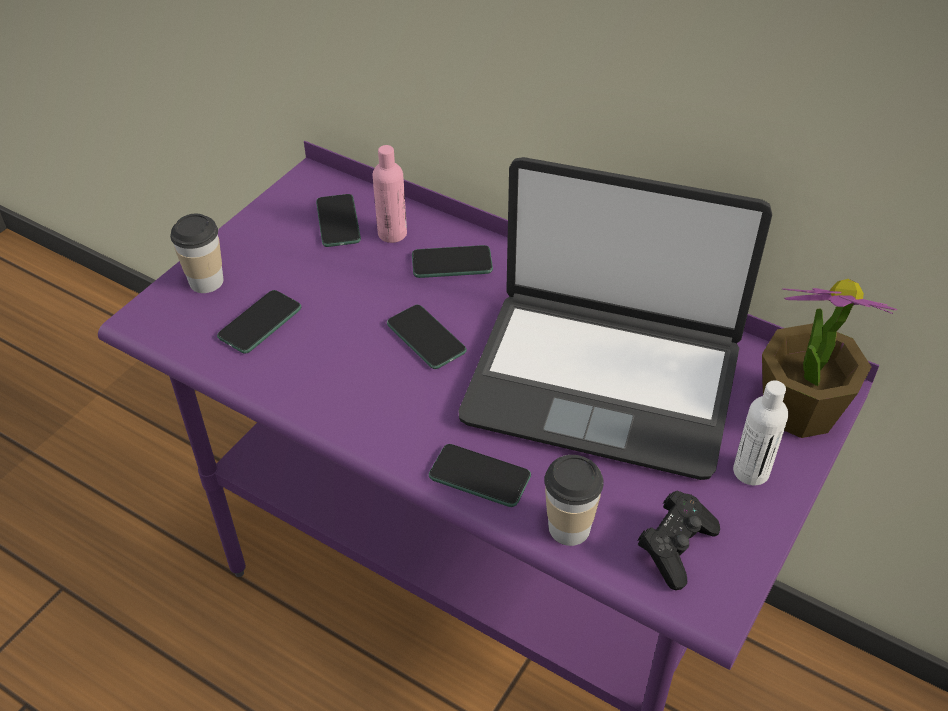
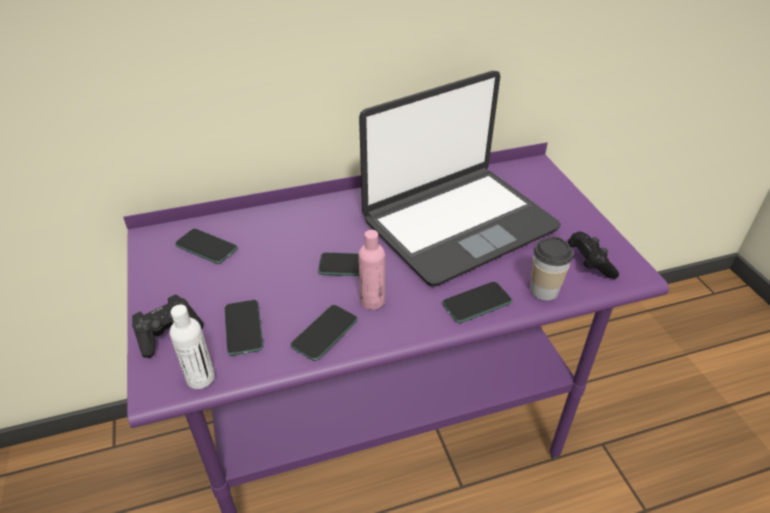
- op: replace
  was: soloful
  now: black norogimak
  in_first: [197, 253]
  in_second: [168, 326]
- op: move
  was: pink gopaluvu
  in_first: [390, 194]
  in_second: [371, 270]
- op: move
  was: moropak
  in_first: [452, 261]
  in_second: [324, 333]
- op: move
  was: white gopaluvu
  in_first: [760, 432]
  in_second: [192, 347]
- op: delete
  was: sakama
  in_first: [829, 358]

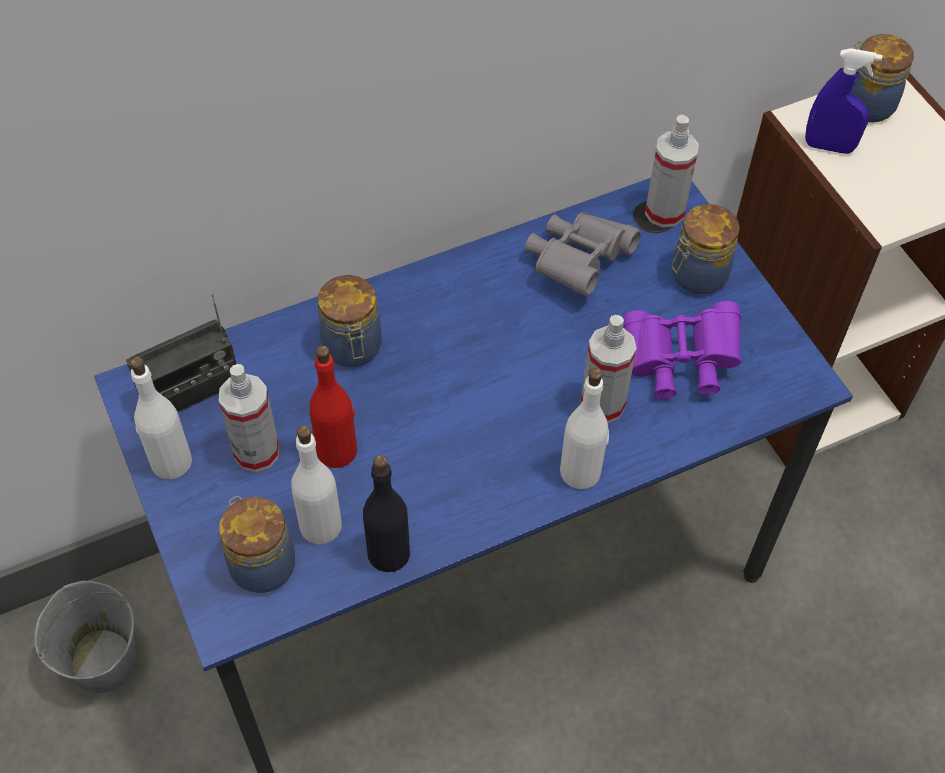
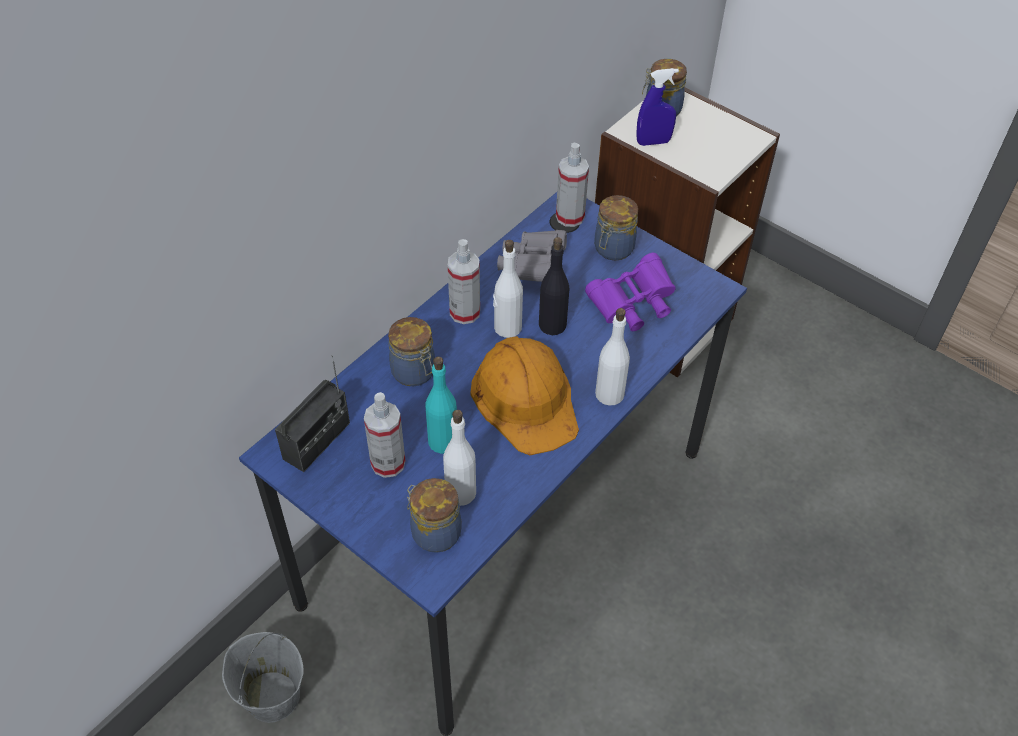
- op: move
  was: white gopaluvu
  in_first: [161, 418]
  in_second: [508, 289]
- op: recolor
  was: red gopaluvu
  now: turquoise gopaluvu
  in_first: [333, 406]
  in_second: [441, 405]
- op: move
  was: black gopaluvu
  in_first: [386, 513]
  in_second: [554, 286]
- op: move
  was: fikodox
  in_first: [608, 369]
  in_second: [464, 281]
- op: insert
  now: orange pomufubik
  in_second: [525, 395]

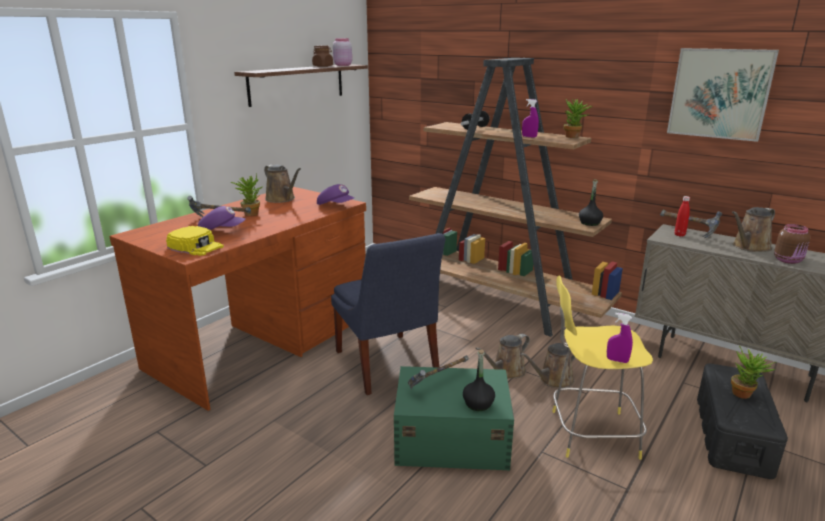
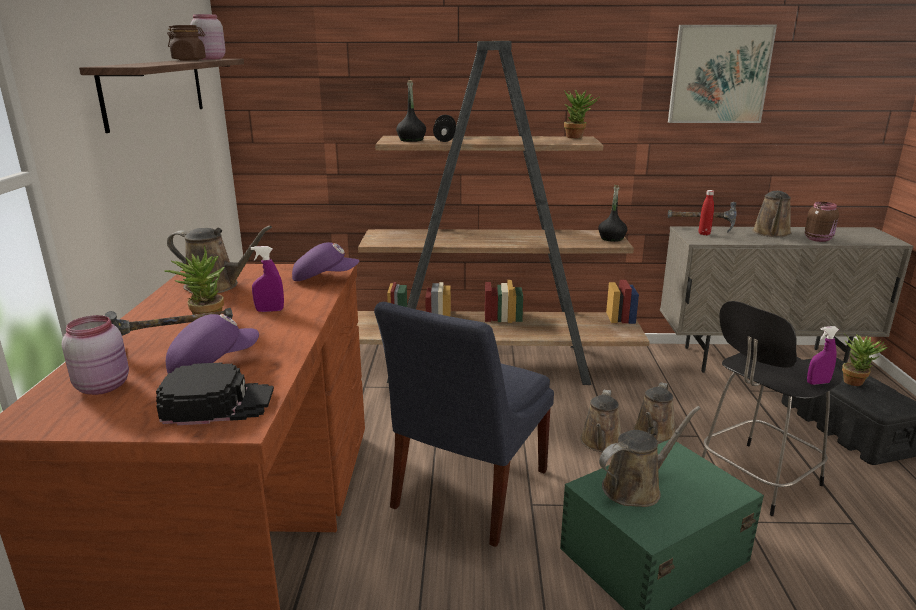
- op: recolor
  was: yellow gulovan
  now: black gulovan
  in_first: [195, 241]
  in_second: [215, 393]
- op: rotate
  was: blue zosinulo
  in_first: [388, 314]
  in_second: [464, 424]
  clockwise: 90
- op: replace
  was: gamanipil
  now: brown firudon
  in_first: [438, 372]
  in_second: [650, 456]
- op: move
  was: black gopaluvu
  in_first: [479, 380]
  in_second: [411, 111]
- op: move
  was: purple fikodox
  in_first: [530, 118]
  in_second: [267, 279]
- op: recolor
  was: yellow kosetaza
  now: black kosetaza
  in_first: [602, 368]
  in_second: [772, 408]
- op: insert
  now: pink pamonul
  in_second: [95, 355]

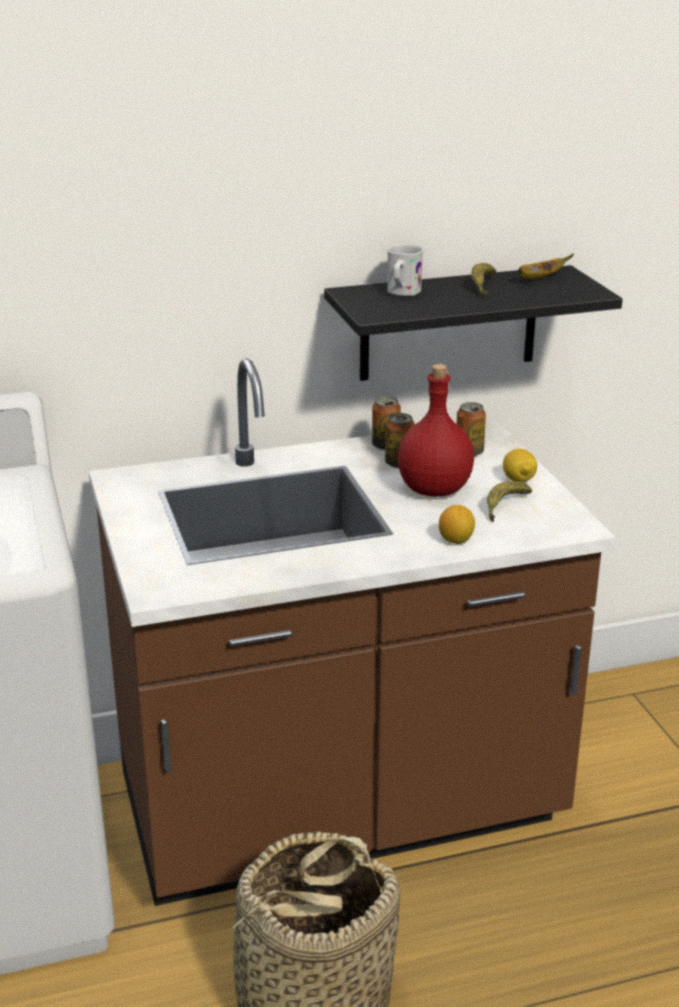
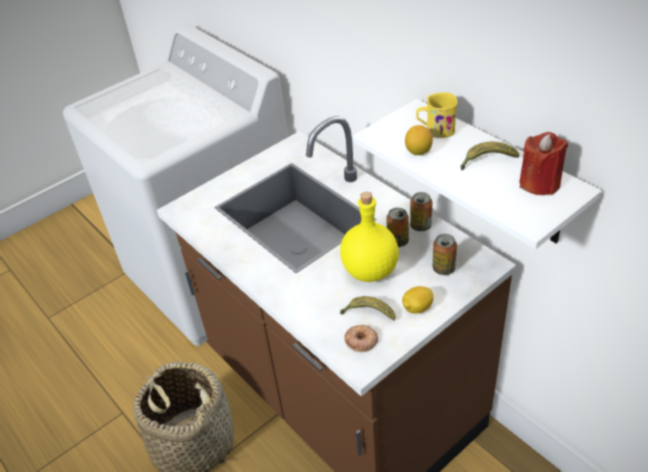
- op: recolor
  was: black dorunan
  now: white dorunan
  in_first: [473, 323]
  in_second: [477, 174]
- op: recolor
  was: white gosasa
  now: yellow gosasa
  in_first: [405, 270]
  in_second: [436, 115]
- op: recolor
  was: red gopaluvu
  now: yellow gopaluvu
  in_first: [435, 430]
  in_second: [369, 237]
- op: move
  was: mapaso
  in_first: [457, 524]
  in_second: [419, 140]
- op: replace
  was: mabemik
  now: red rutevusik
  in_first: [546, 266]
  in_second: [544, 163]
- op: insert
  now: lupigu
  in_second: [361, 338]

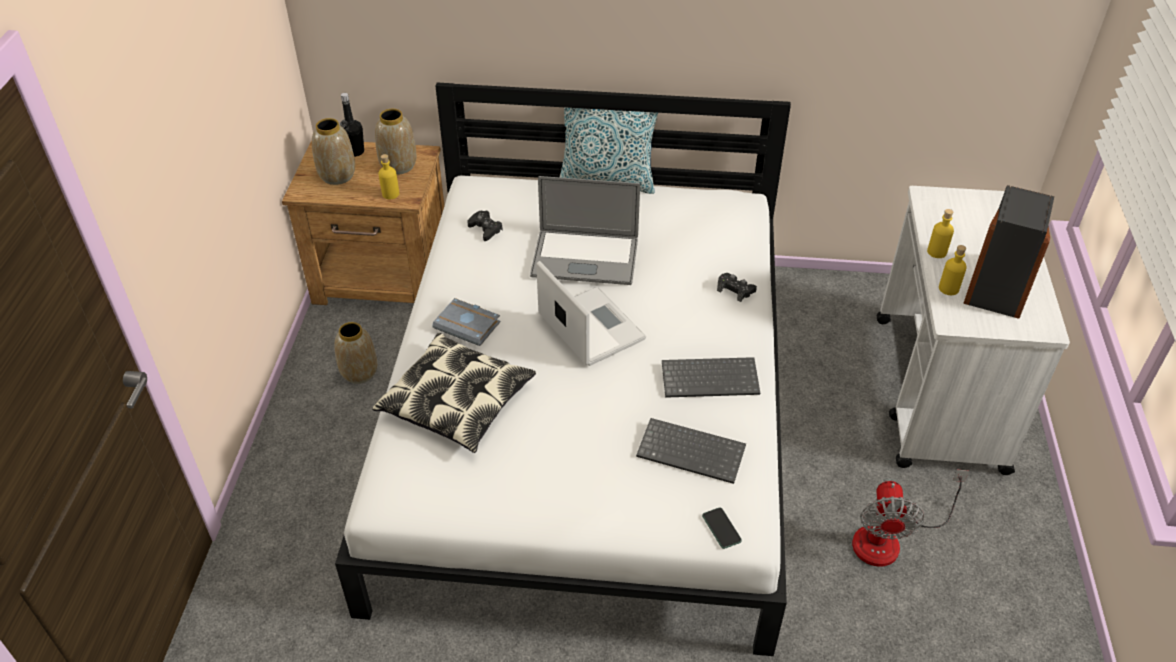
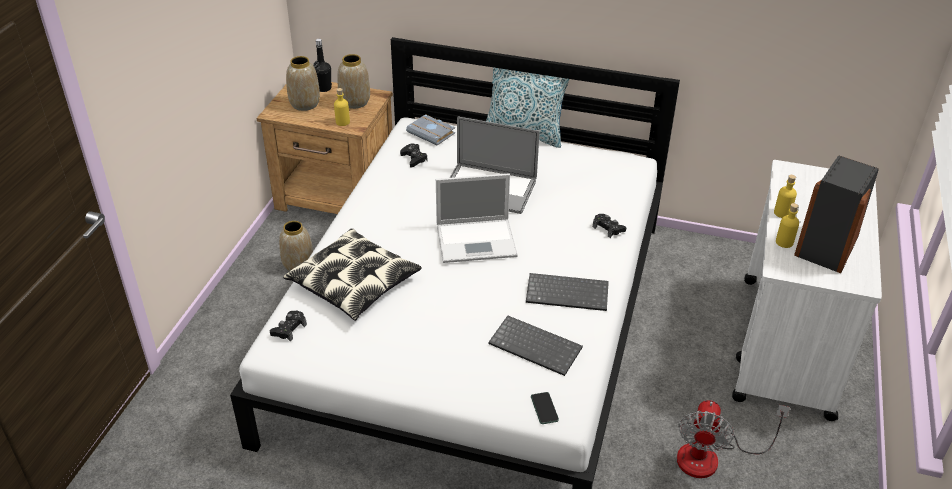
- op: move
  was: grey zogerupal
  in_first: [466, 322]
  in_second: [430, 129]
- op: rotate
  was: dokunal
  in_first: [591, 313]
  in_second: [477, 218]
  clockwise: 105
- op: insert
  now: black norogimak
  in_second: [288, 326]

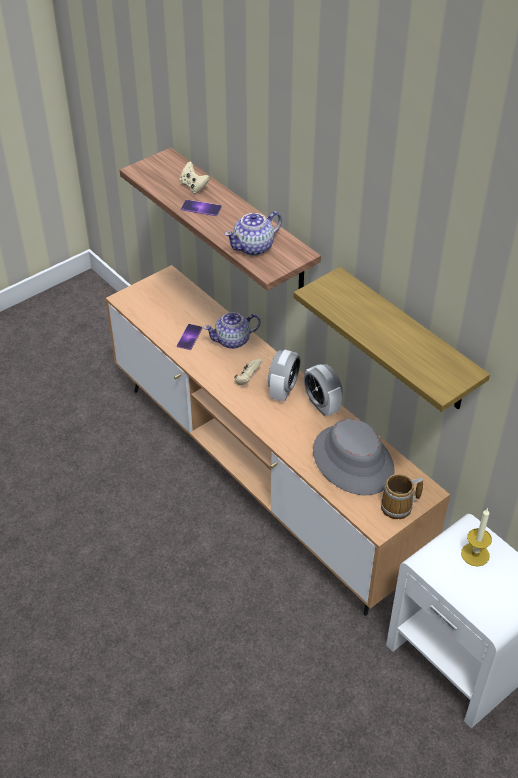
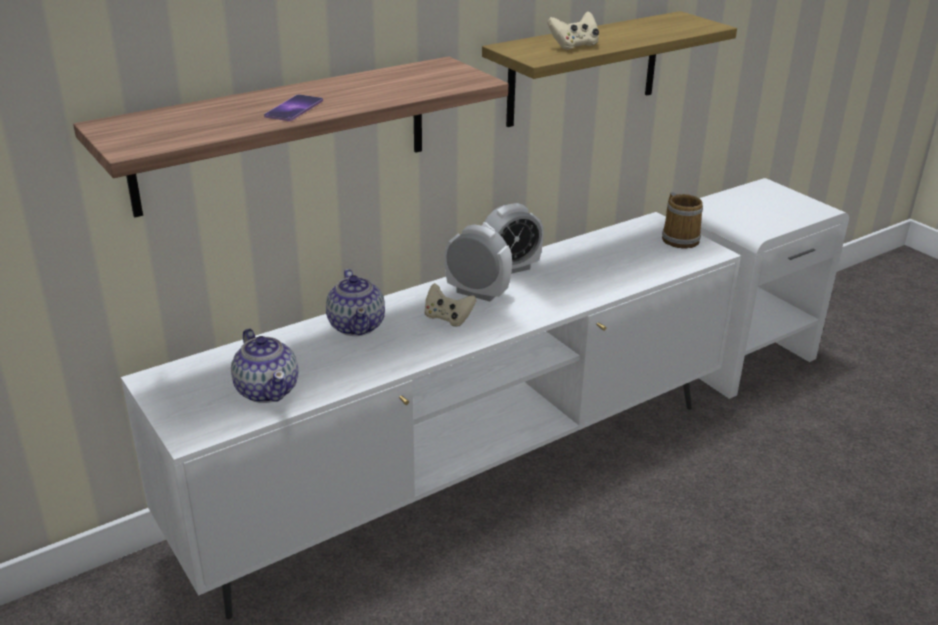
- op: recolor
  was: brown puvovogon
  now: white puvovogon
  in_first: [278, 440]
  in_second: [431, 415]
- op: delete
  was: moropak
  in_first: [190, 337]
- op: move
  was: beige norogimak
  in_first: [194, 177]
  in_second: [573, 30]
- op: move
  was: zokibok
  in_first: [253, 233]
  in_second: [264, 366]
- op: delete
  was: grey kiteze
  in_first: [354, 457]
- op: delete
  was: rutevusik
  in_first: [476, 537]

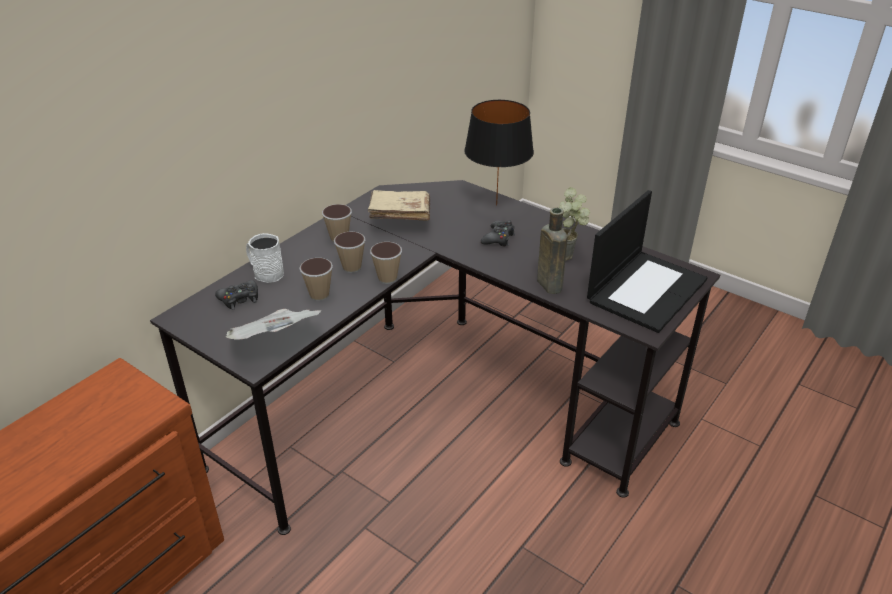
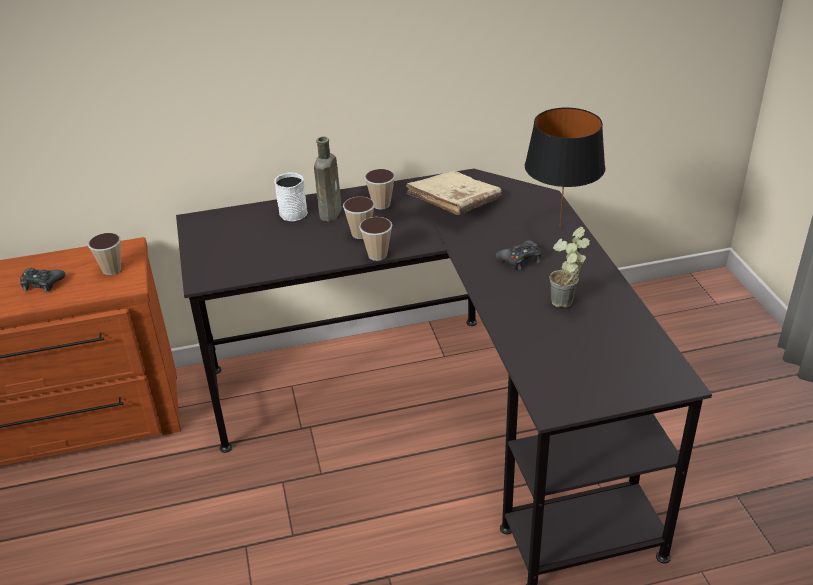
- op: move
  was: black norogimak
  in_first: [236, 295]
  in_second: [43, 280]
- op: delete
  was: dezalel
  in_first: [273, 324]
- op: move
  was: soloful
  in_first: [316, 279]
  in_second: [104, 254]
- op: move
  was: brown gopaluvu
  in_first: [552, 251]
  in_second: [328, 179]
- op: delete
  was: dokunal
  in_first: [647, 261]

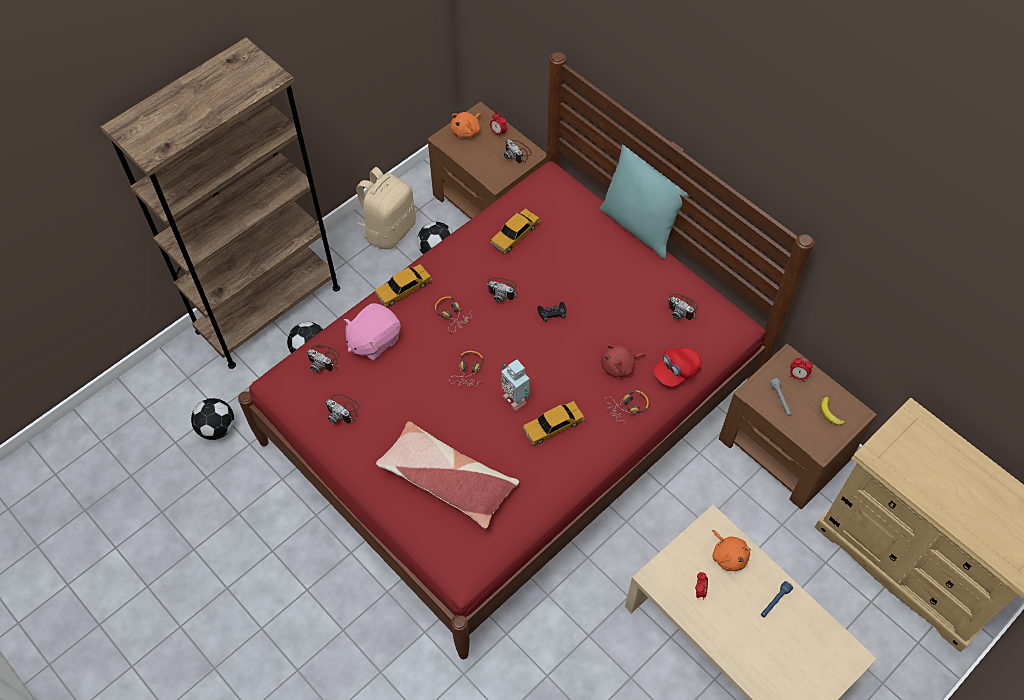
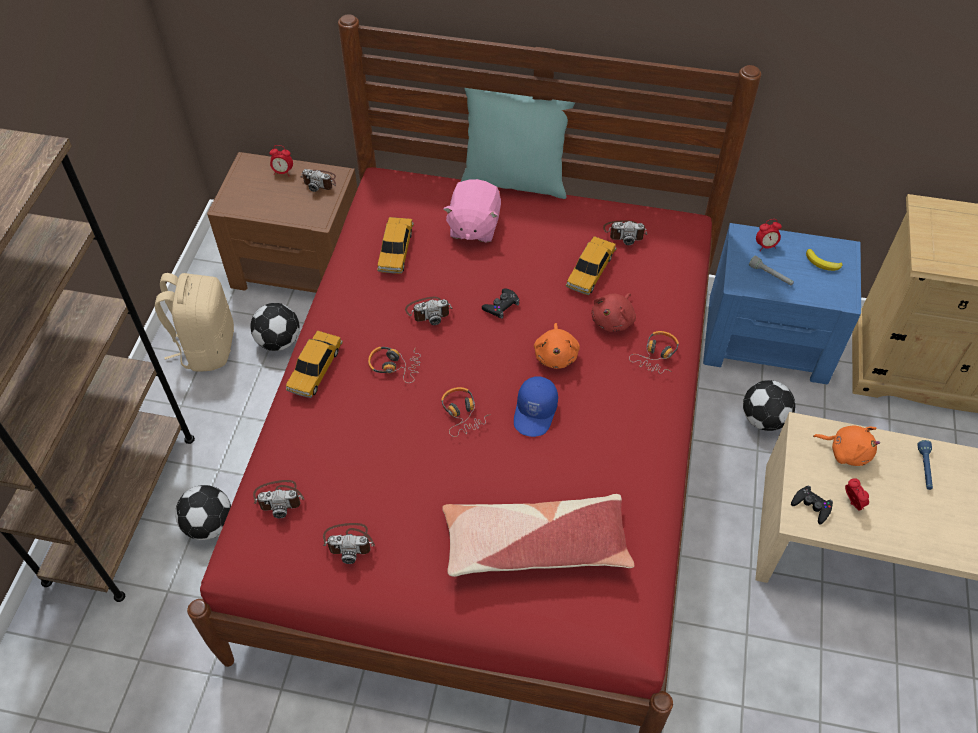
- op: move
  was: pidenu
  in_first: [212, 419]
  in_second: [769, 405]
- op: move
  was: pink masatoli
  in_first: [372, 332]
  in_second: [472, 210]
- op: move
  was: orange masatoli
  in_first: [466, 125]
  in_second: [557, 346]
- op: replace
  was: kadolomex
  now: blue gulovan
  in_first: [515, 385]
  in_second: [536, 406]
- op: move
  was: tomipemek
  in_first: [554, 423]
  in_second: [591, 265]
- op: delete
  was: red gulovan
  in_first: [677, 367]
- op: recolor
  was: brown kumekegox
  now: blue kumekegox
  in_first: [798, 426]
  in_second: [782, 303]
- op: insert
  now: black norogimak
  in_second: [812, 504]

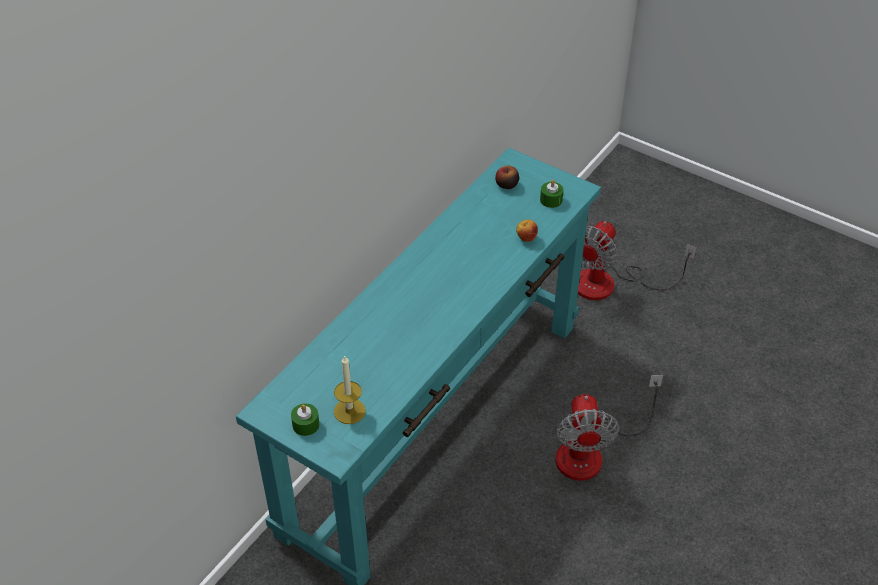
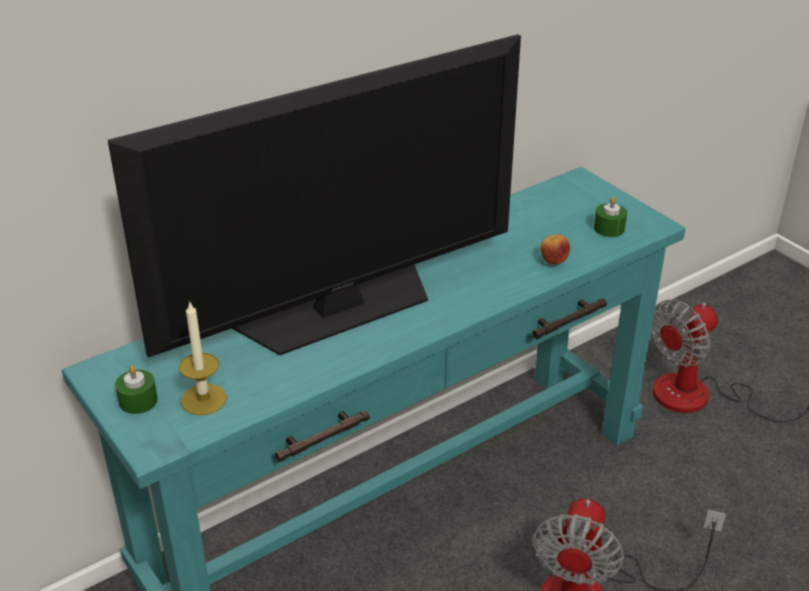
- op: delete
  was: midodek
  in_first: [507, 177]
- op: insert
  now: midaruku
  in_second: [314, 196]

